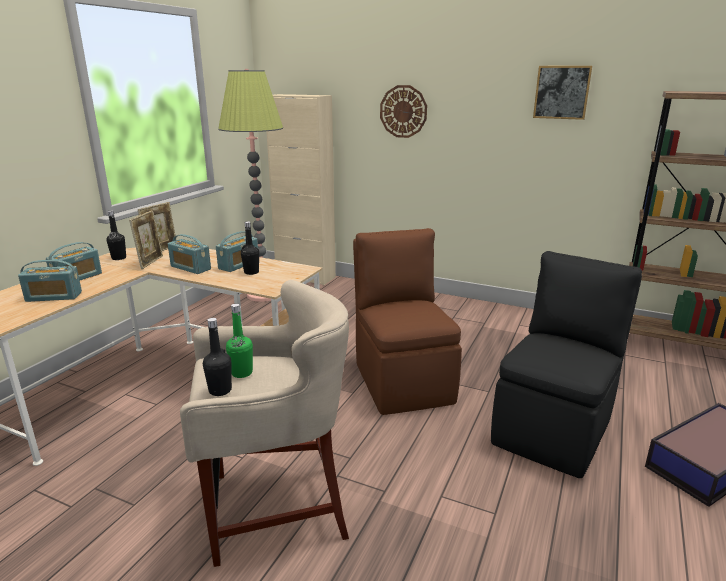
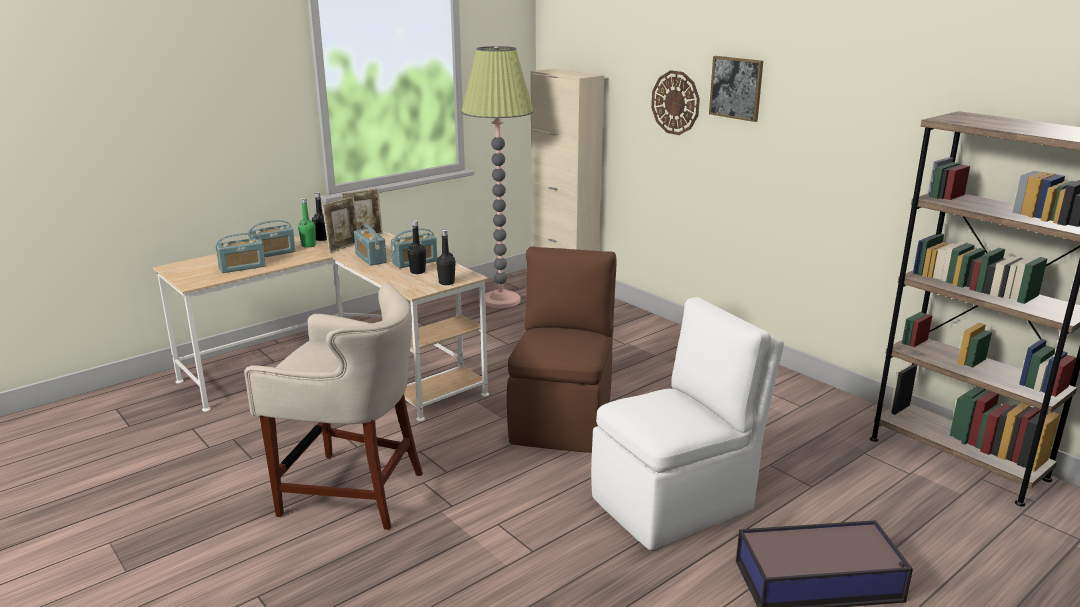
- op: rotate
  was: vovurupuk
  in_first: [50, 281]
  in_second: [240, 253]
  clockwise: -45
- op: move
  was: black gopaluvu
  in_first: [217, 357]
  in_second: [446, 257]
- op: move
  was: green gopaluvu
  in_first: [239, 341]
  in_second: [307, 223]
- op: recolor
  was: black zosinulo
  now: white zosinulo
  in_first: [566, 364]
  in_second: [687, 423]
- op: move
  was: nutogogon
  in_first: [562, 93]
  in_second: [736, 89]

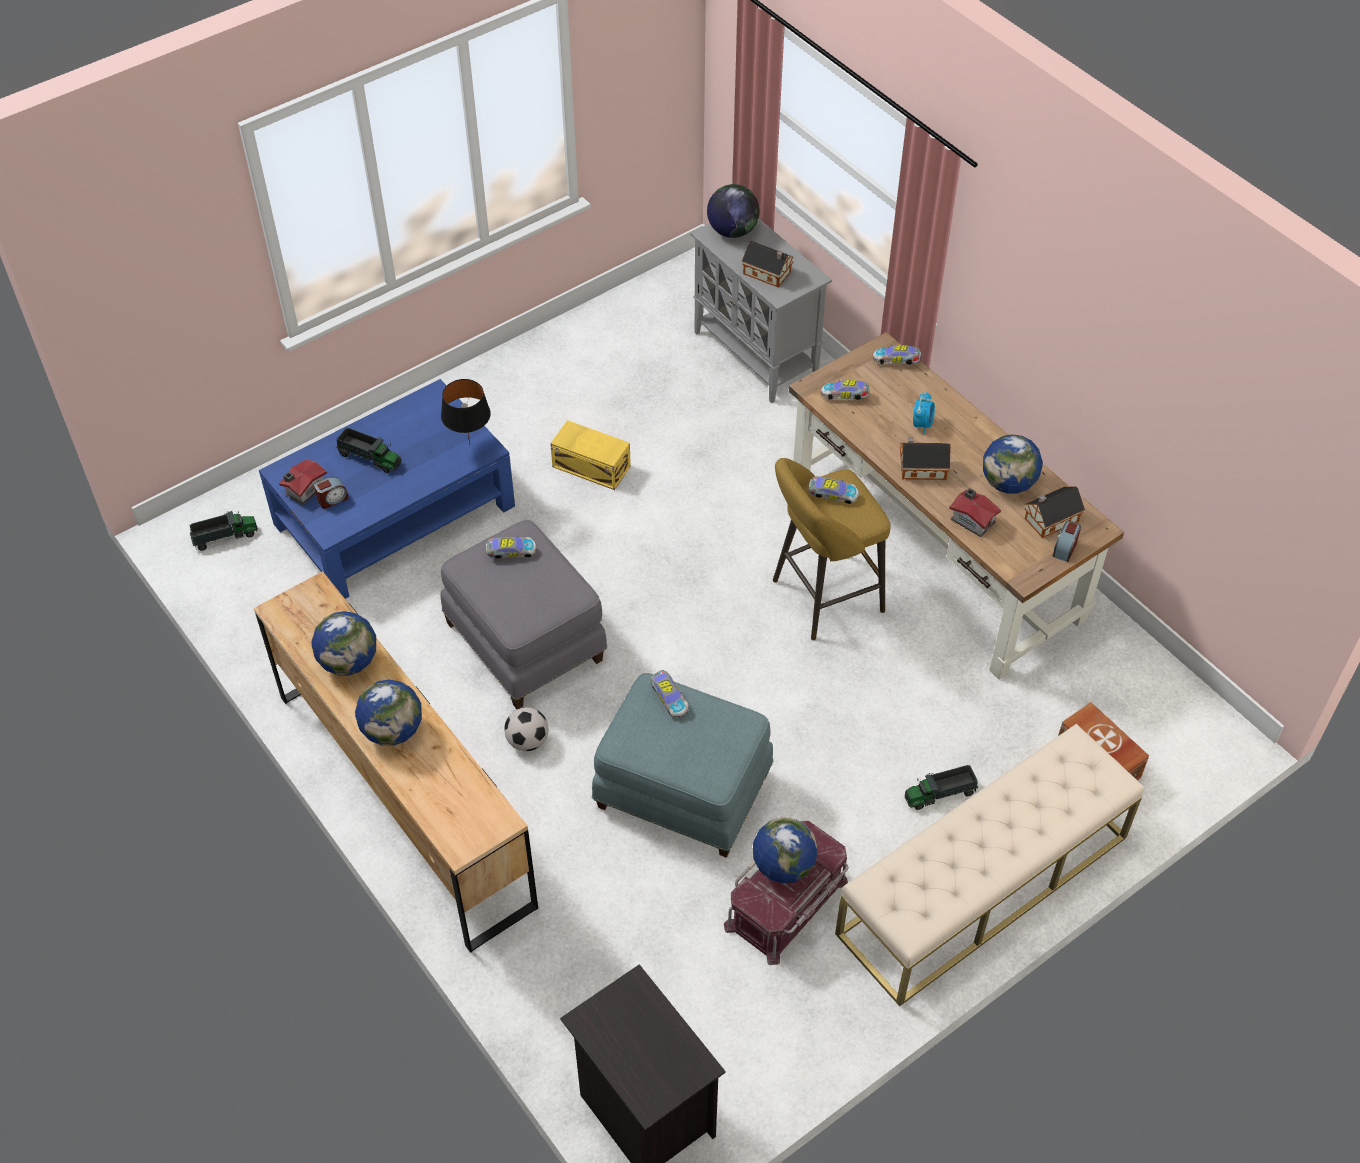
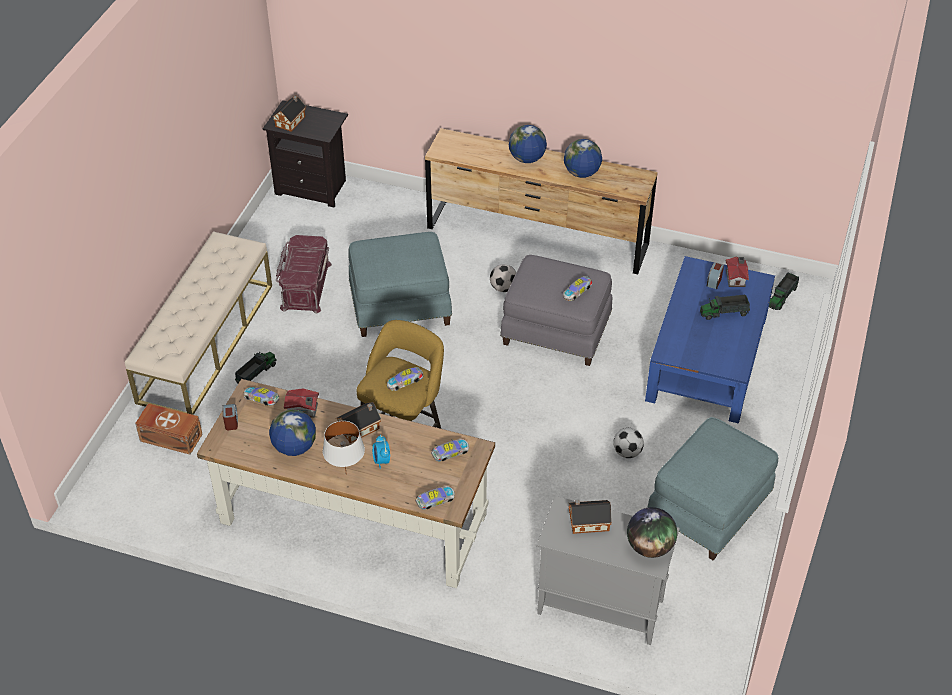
- op: delete
  was: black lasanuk
  in_first: [466, 412]
- op: replace
  was: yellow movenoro
  now: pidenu
  in_first: [590, 455]
  in_second: [628, 443]
- op: move
  was: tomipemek
  in_first: [669, 694]
  in_second: [261, 396]
- op: delete
  was: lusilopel
  in_first: [785, 850]
- op: move
  was: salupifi
  in_first: [1055, 512]
  in_second: [290, 113]
- op: insert
  now: white lasanuk
  in_second: [344, 448]
- op: insert
  now: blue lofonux
  in_second: [712, 488]

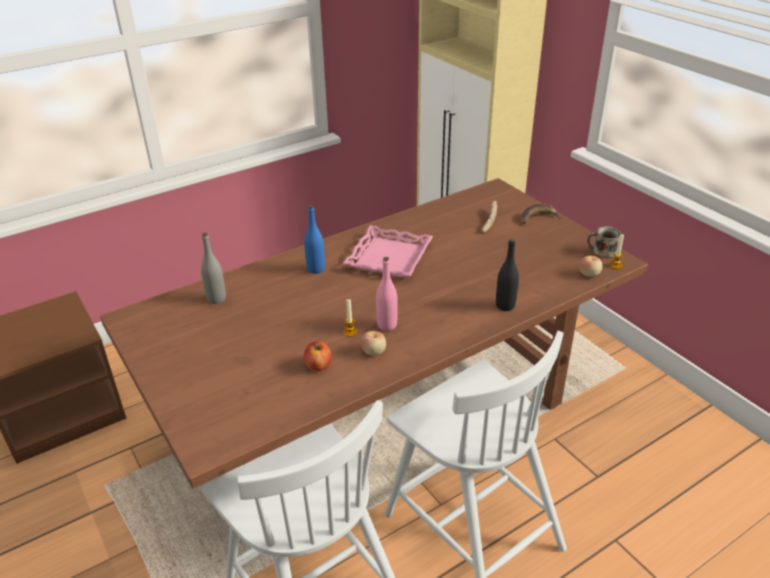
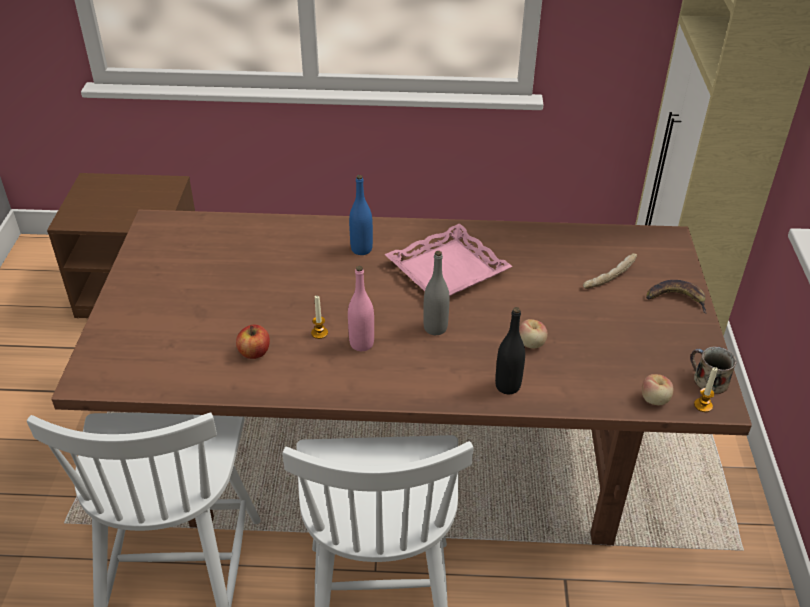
- op: move
  was: grey gopaluvu
  in_first: [213, 268]
  in_second: [436, 293]
- op: move
  was: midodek
  in_first: [373, 343]
  in_second: [533, 333]

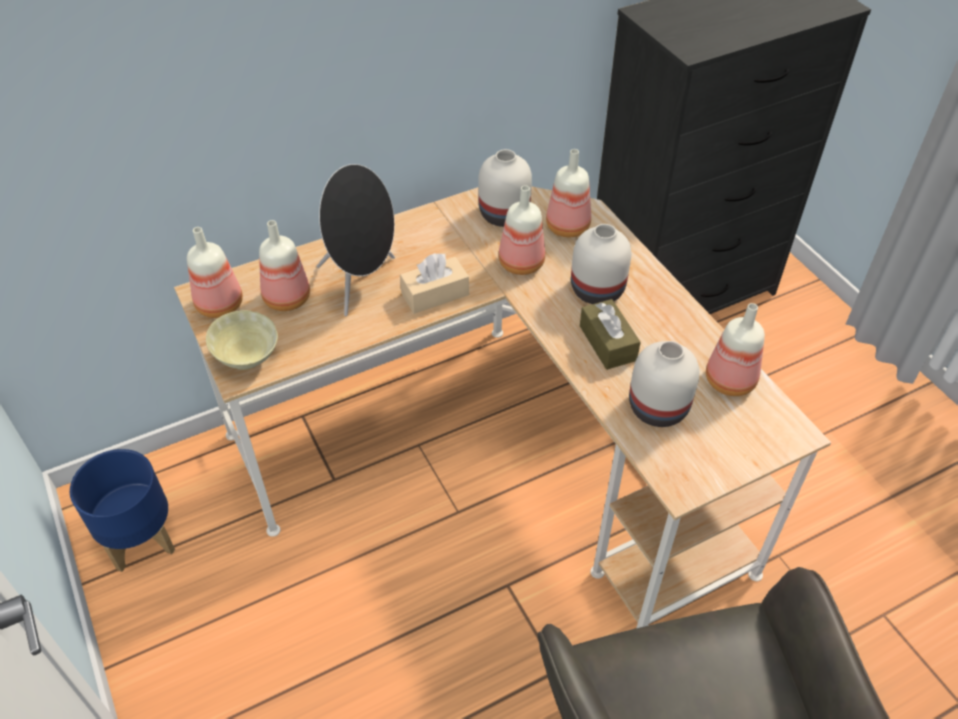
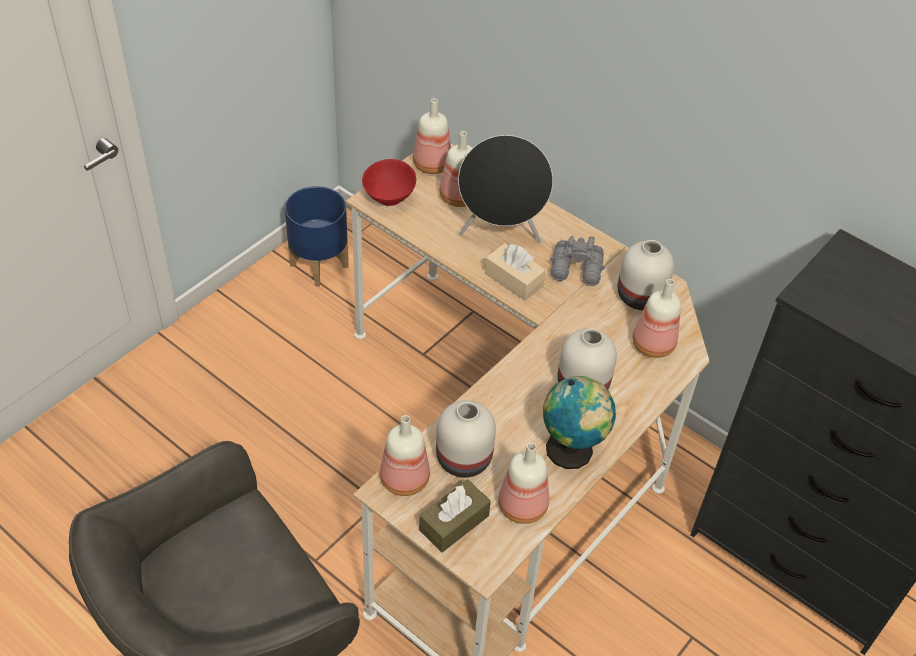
- op: recolor
  was: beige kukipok
  now: red kukipok
  in_first: [242, 340]
  in_second: [389, 182]
- op: move
  was: gopaluvu
  in_first: [521, 230]
  in_second: [405, 455]
- op: move
  was: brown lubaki
  in_first: [610, 334]
  in_second: [455, 516]
- op: insert
  now: lusilopel
  in_second: [579, 422]
- op: insert
  now: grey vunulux
  in_second: [577, 261]

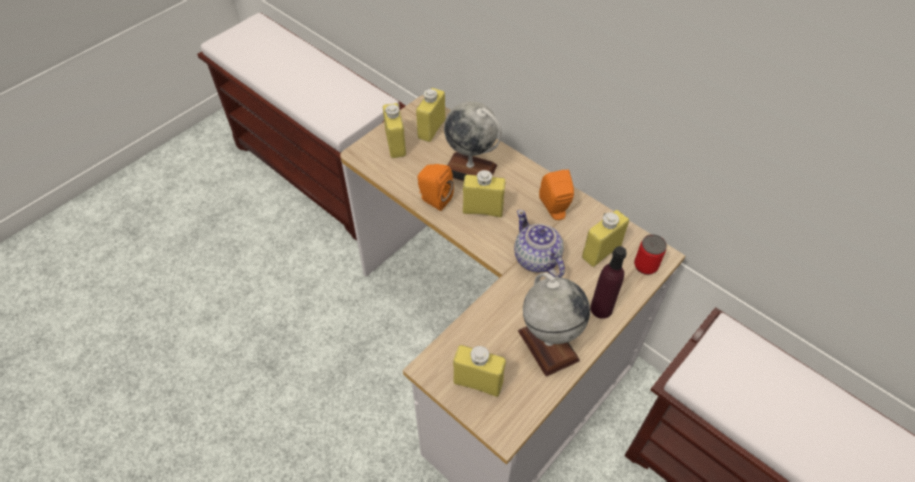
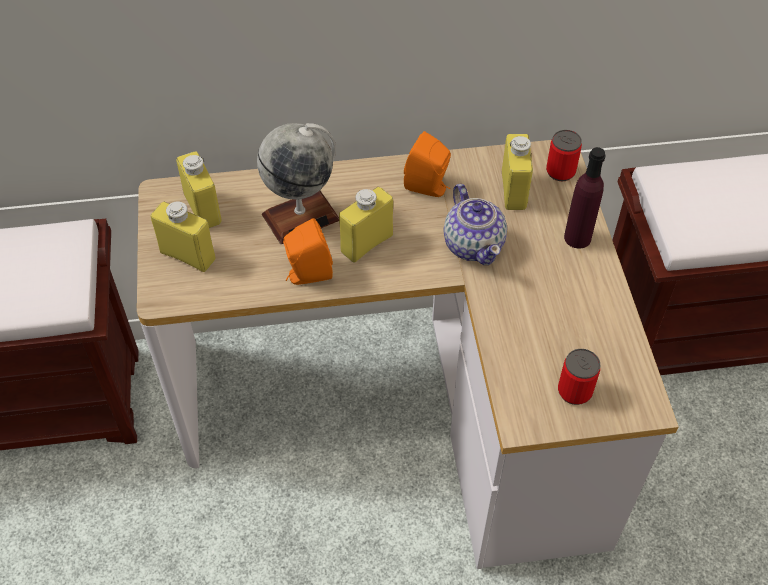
- op: replace
  was: yellow gopaluvu
  now: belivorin
  in_first: [479, 371]
  in_second: [579, 377]
- op: rotate
  was: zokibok
  in_first: [539, 243]
  in_second: [475, 224]
  clockwise: -120
- op: delete
  was: lusilopel
  in_first: [554, 325]

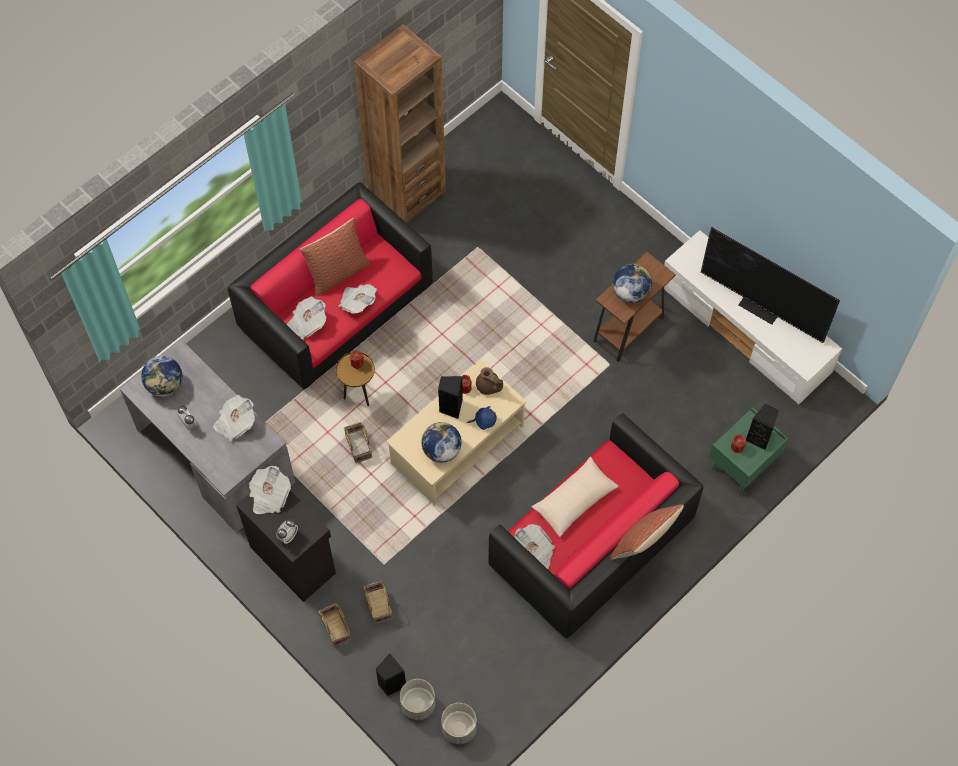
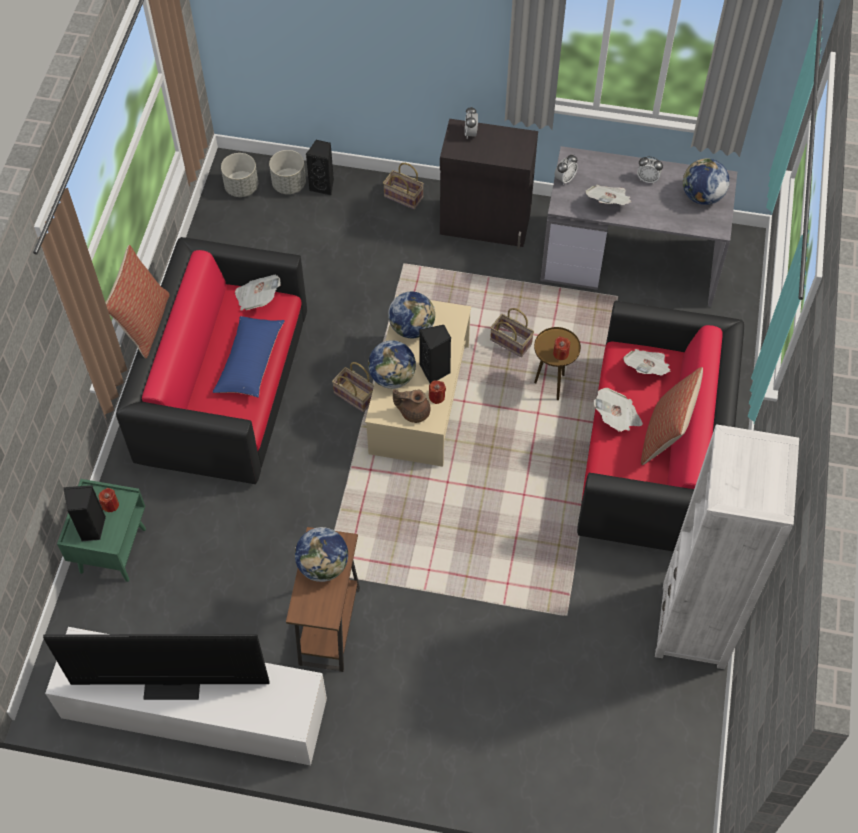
- op: delete
  was: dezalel
  in_first: [270, 490]
- op: recolor
  was: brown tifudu
  now: white tifudu
  in_first: [400, 123]
  in_second: [727, 546]
- op: move
  was: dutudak
  in_first: [377, 602]
  in_second: [353, 387]
- op: replace
  was: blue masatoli
  now: lusilopel
  in_first: [481, 418]
  in_second: [392, 364]
- op: recolor
  was: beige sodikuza
  now: blue sodikuza
  in_first: [575, 496]
  in_second: [249, 357]
- op: insert
  now: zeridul
  in_second: [566, 170]

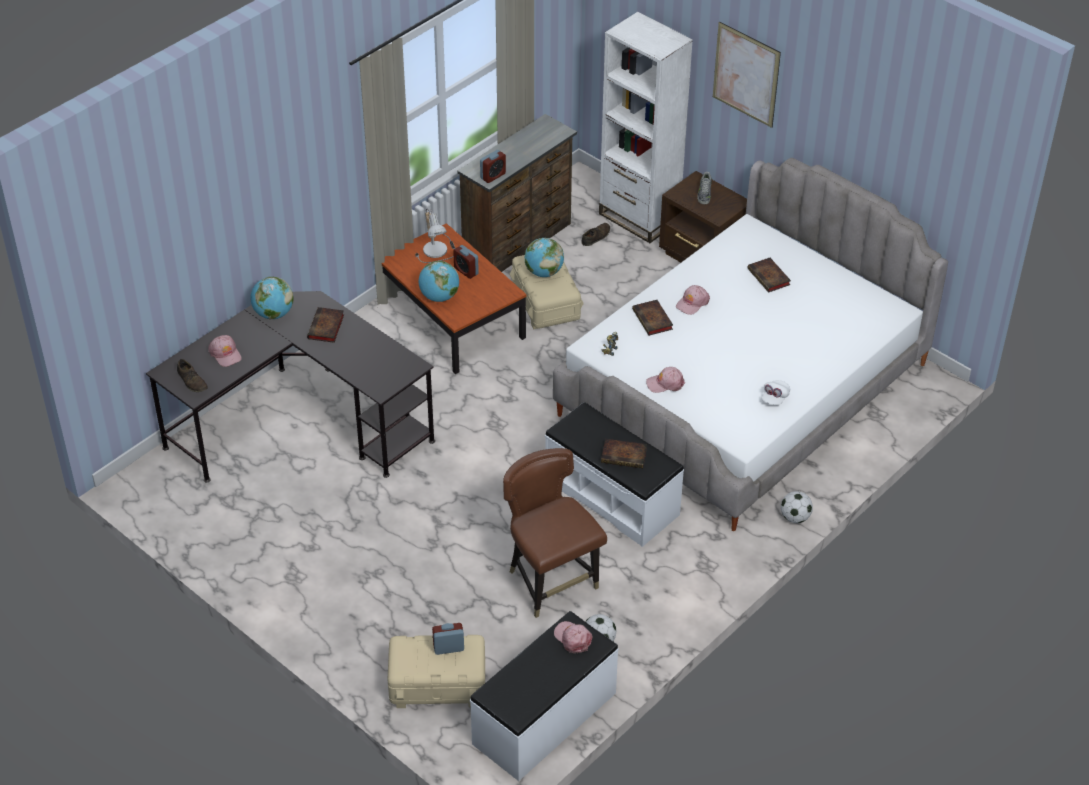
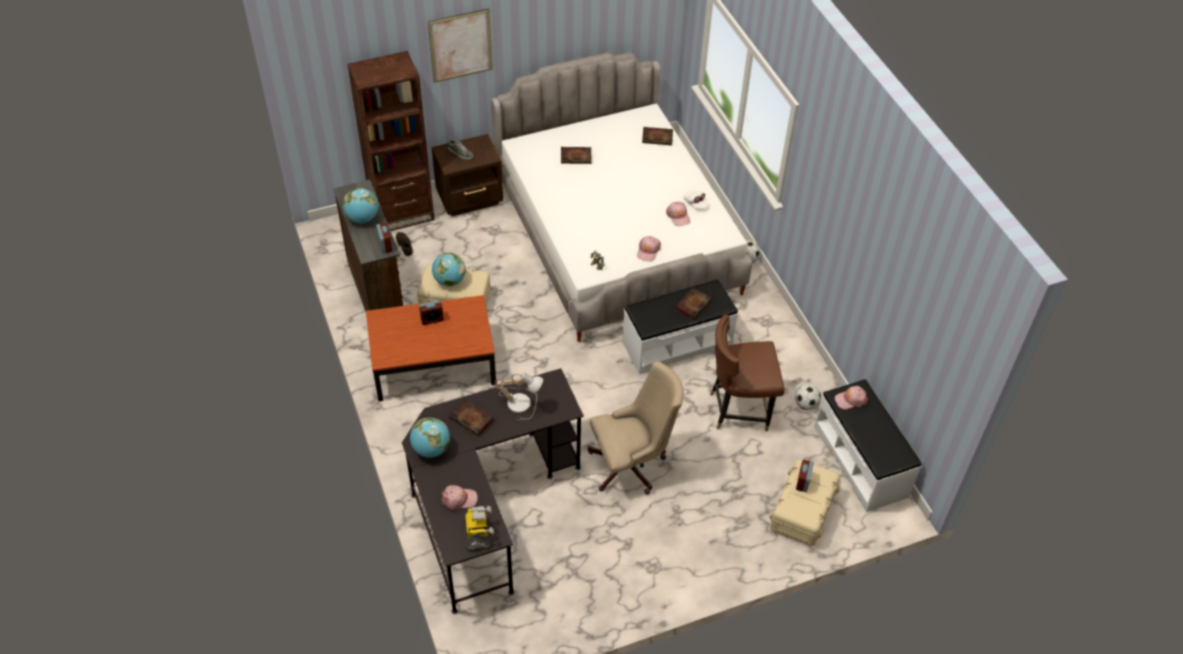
- op: replace
  was: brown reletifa
  now: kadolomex
  in_first: [192, 375]
  in_second: [479, 528]
- op: move
  was: lasanuk
  in_first: [435, 235]
  in_second: [518, 396]
- op: move
  was: lusilopel
  in_first: [439, 281]
  in_second: [361, 205]
- op: recolor
  was: white tifudu
  now: brown tifudu
  in_first: [646, 127]
  in_second: [391, 141]
- op: move
  was: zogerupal
  in_first: [652, 318]
  in_second: [657, 136]
- op: move
  was: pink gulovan
  in_first: [693, 300]
  in_second: [678, 214]
- op: insert
  now: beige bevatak
  in_second: [636, 428]

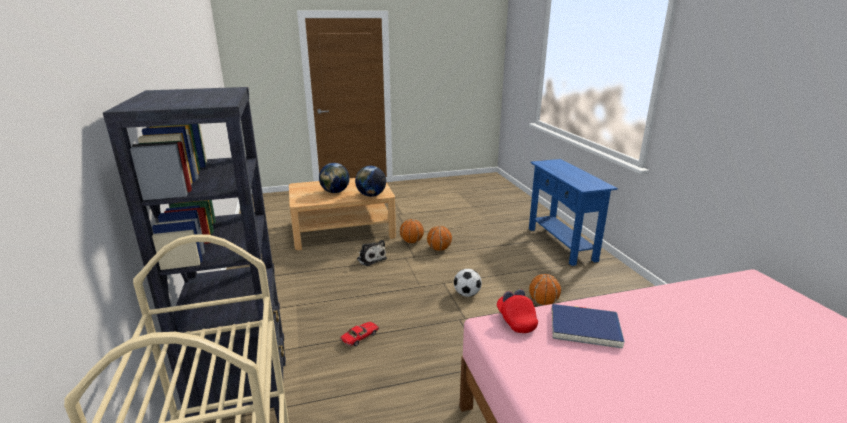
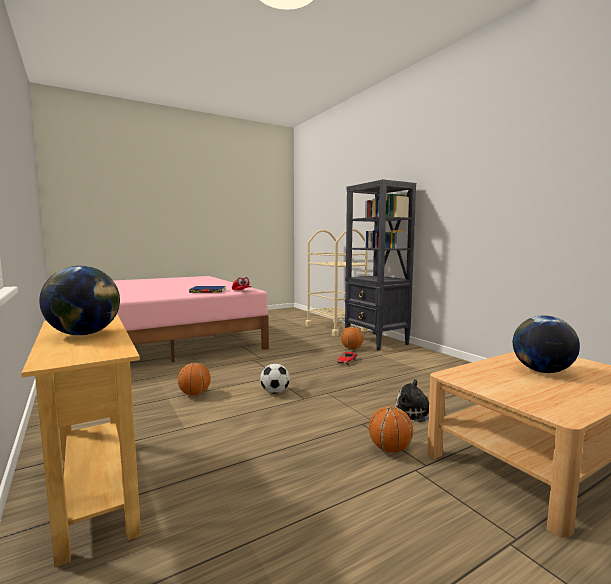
- op: move
  was: lusilopel
  in_first: [370, 181]
  in_second: [79, 300]
- op: move
  was: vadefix
  in_first: [439, 238]
  in_second: [352, 337]
- op: recolor
  was: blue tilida
  now: beige tilida
  in_first: [573, 212]
  in_second: [81, 440]

